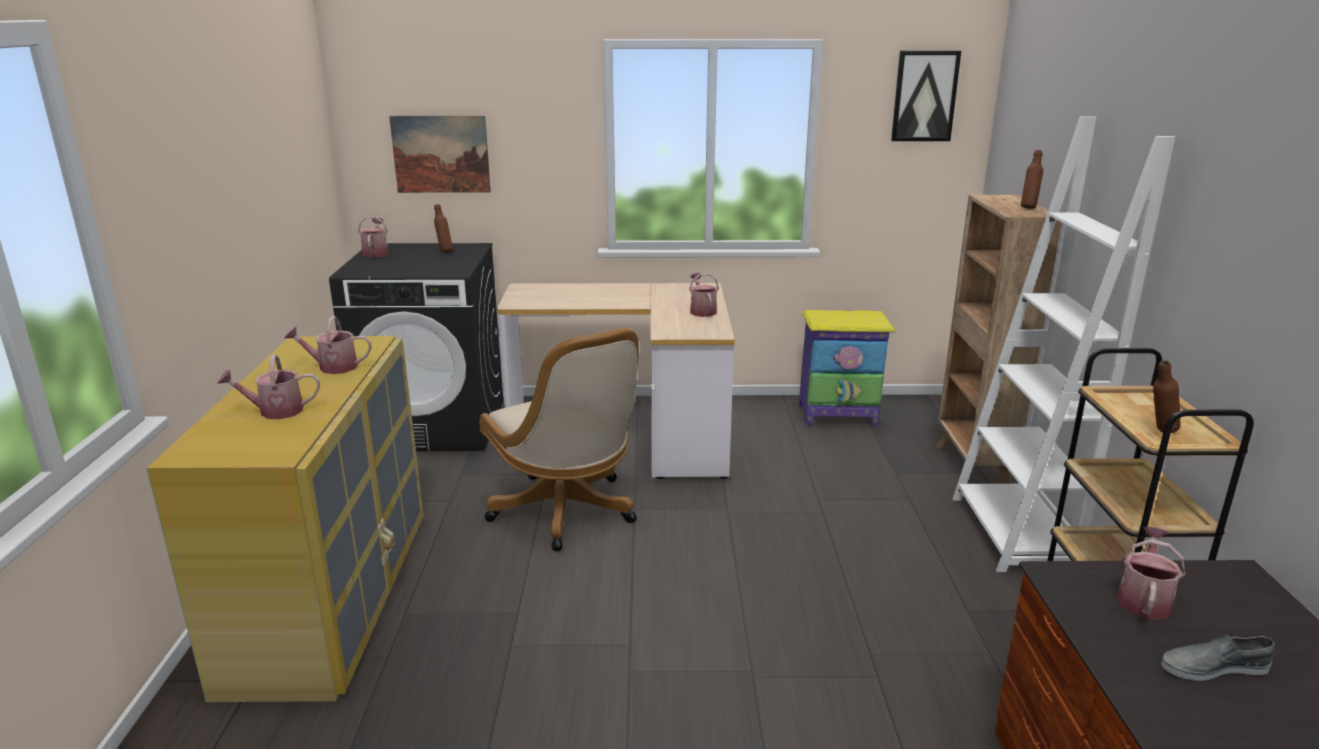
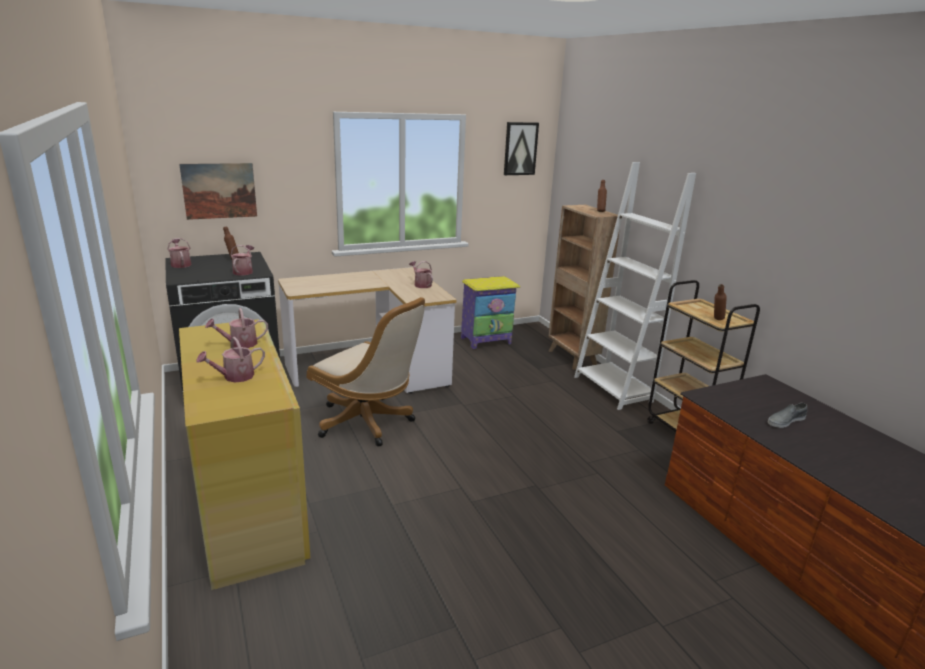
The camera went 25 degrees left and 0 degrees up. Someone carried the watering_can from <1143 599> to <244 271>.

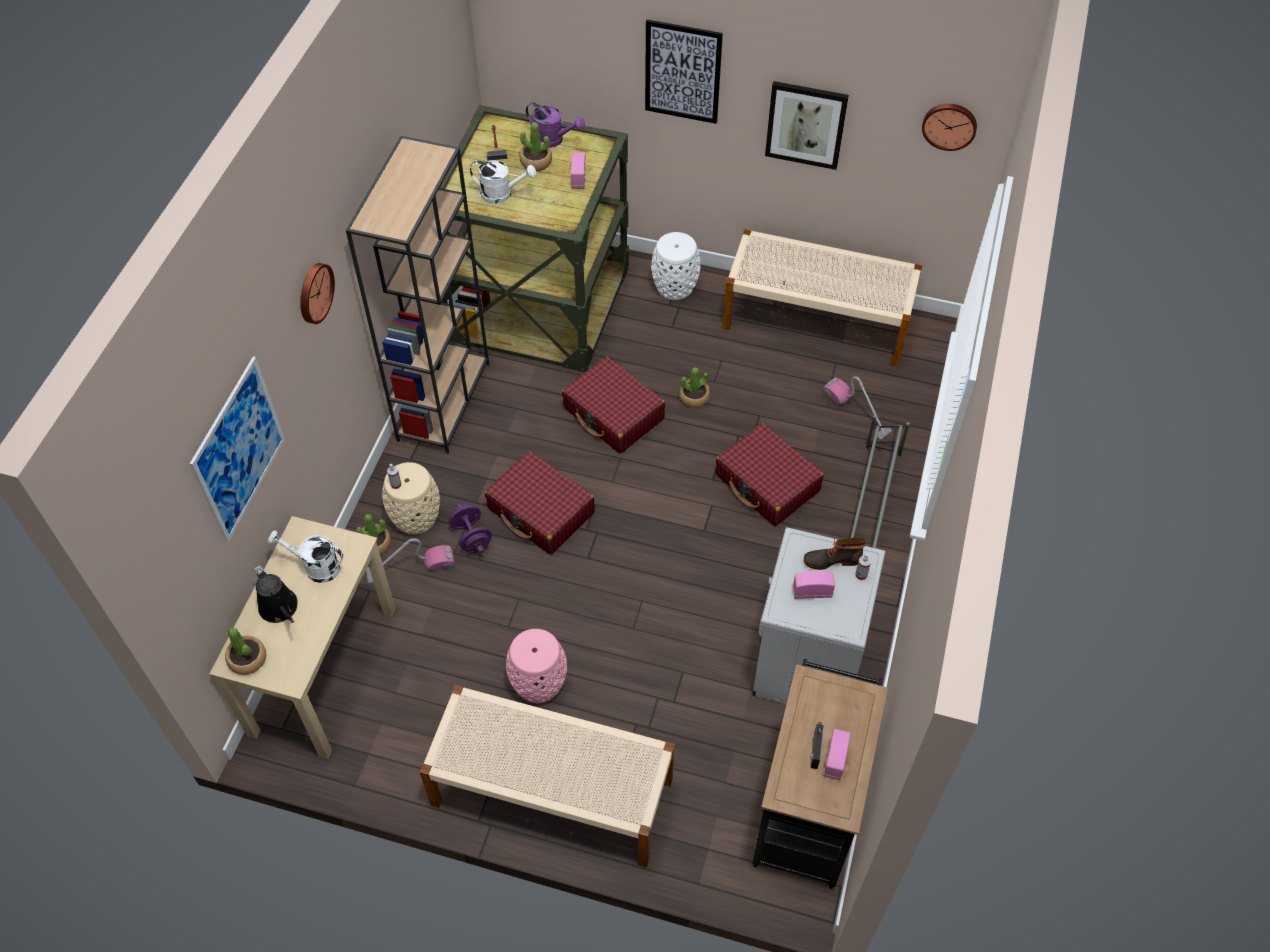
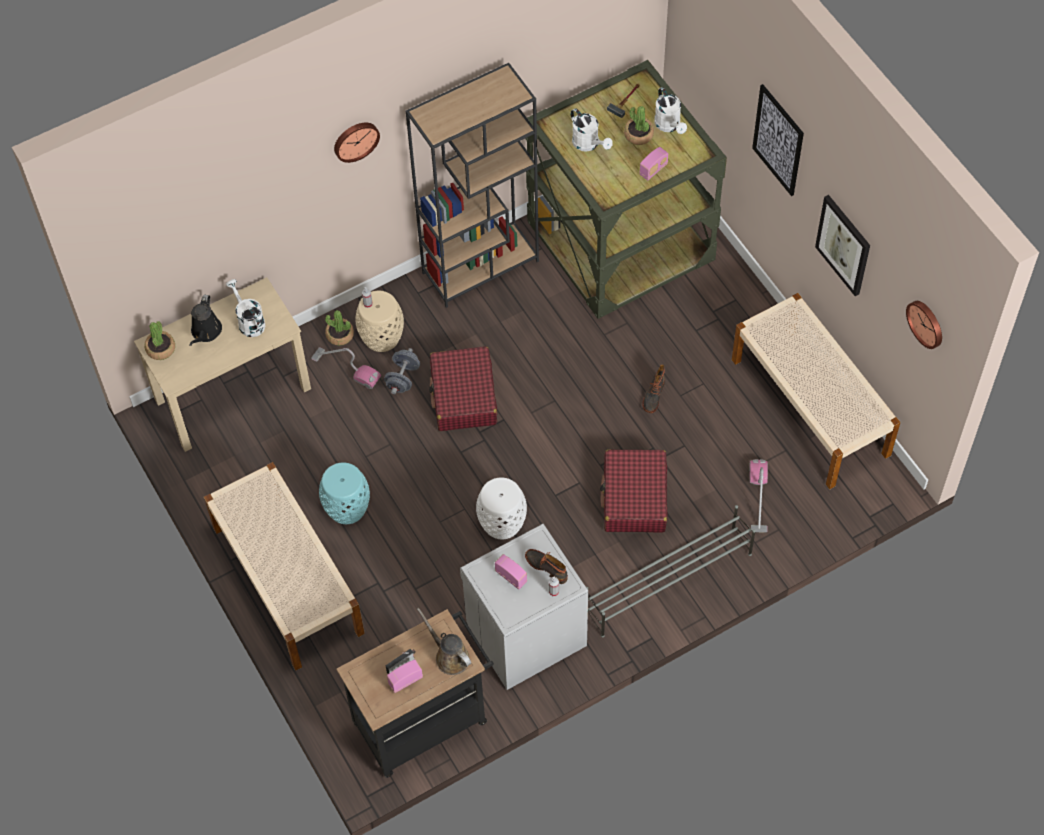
The camera went 45 degrees right and 5 degrees up. Someone took away the picture at <239 450>. Someone repainted the purple_dumbbell at <471 537>, which became the grey_dumbbell at <403 378>. Someone repainted the pink_stool at <538 683>, which became the turquoise_stool at <347 507>. Someone repainted the purple_watering_can at <553 140>, which became the white_watering_can at <669 126>. Someone took away the red_suitcase at <613 414>. Someone carried the white_stool from <675 286> to <502 522>. Someone swapped the potted_plant at <694 397> for the boot at <653 396>. Someone put down the brown_watering_can at <449 656>.

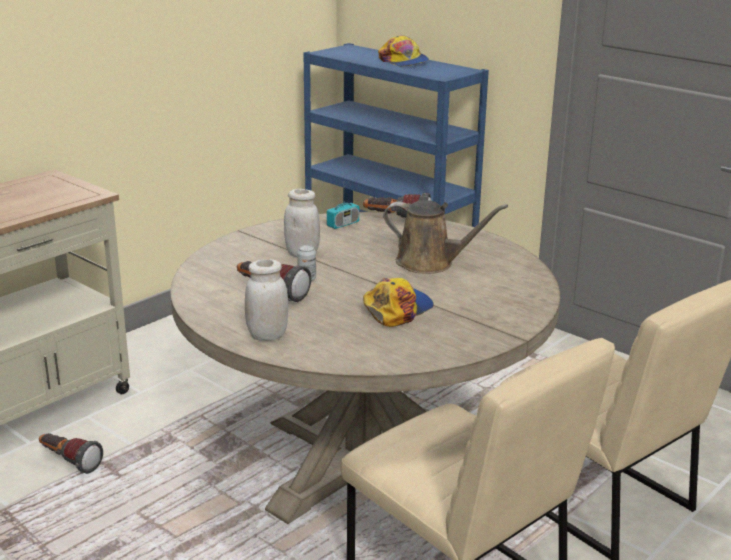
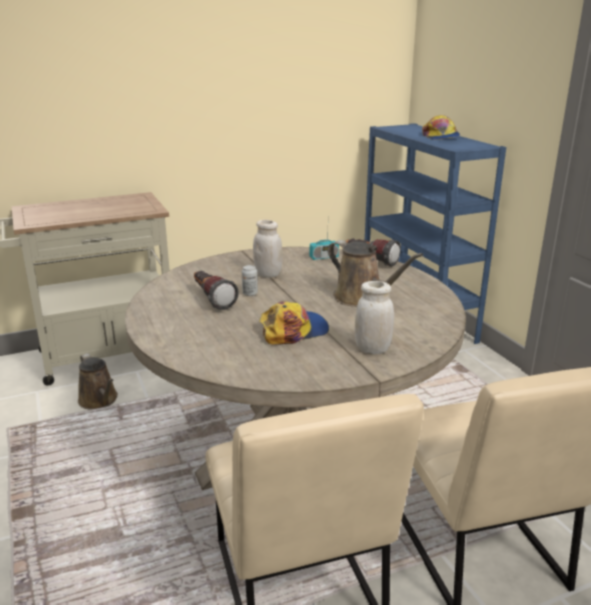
The camera went 25 degrees right and 0 degrees up. Someone swapped the flashlight at <69 462> for the brown_watering_can at <99 400>. Someone carried the white_jar from <267 335> to <372 349>.

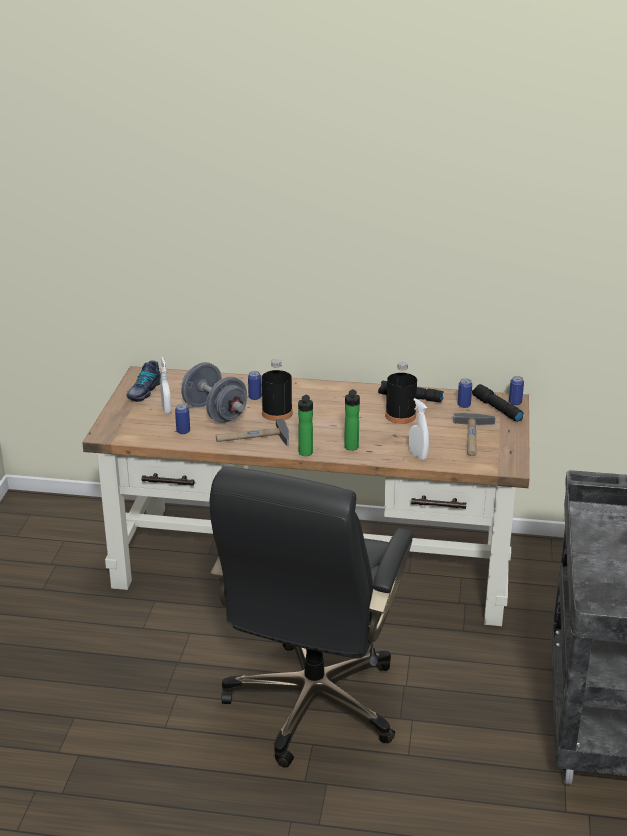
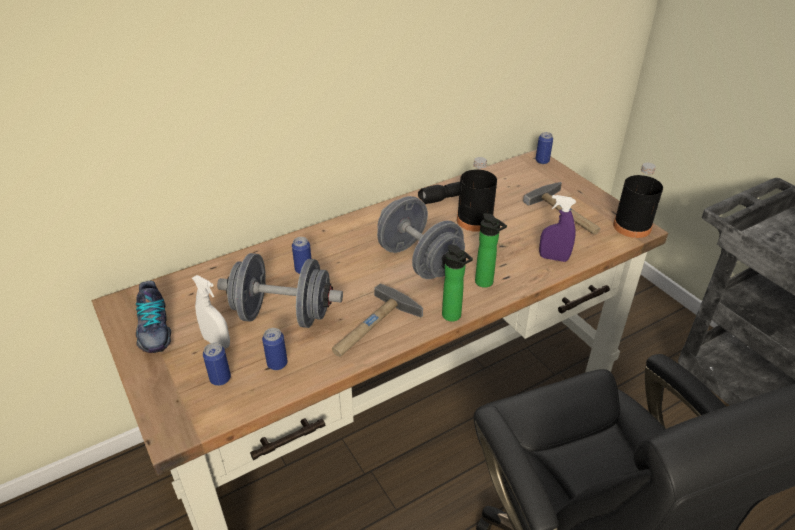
The camera went 40 degrees left and 10 degrees up. Someone carried the black_bottle from <277 413> to <632 226>. Someone repainted the white_spray_bottle at <418 455>, which became the purple_spray_bottle at <553 258>. Someone carried the can from <464 405> to <220 379>. Someone took away the black_flashlight at <496 409>. Someone put down the grey_dumbbell at <419 261>.

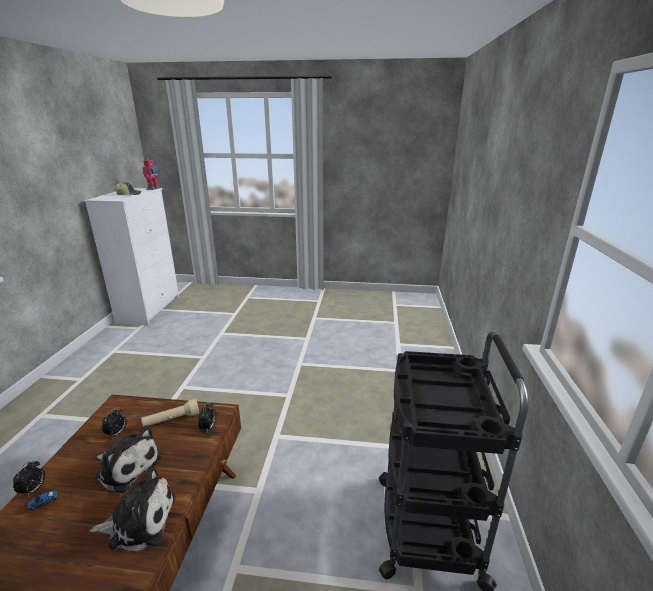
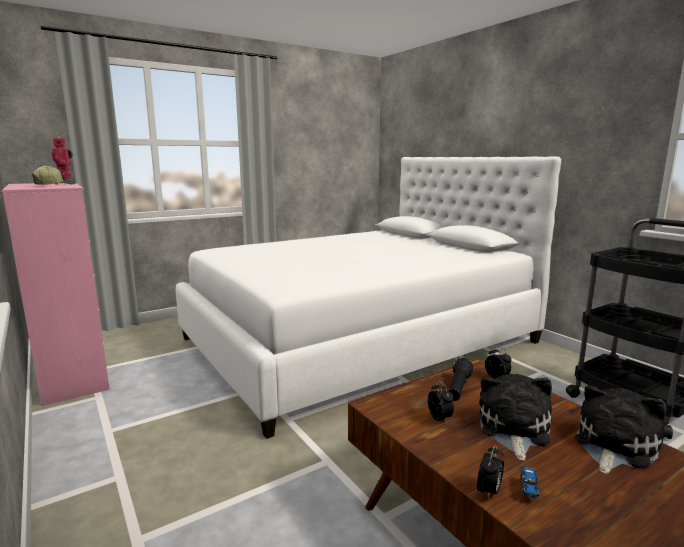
The camera went 40 degrees left and 10 degrees down. Someone rotated the alarm_clock at <34 489> by 60 degrees clockwise. Someone repainted the white_dresser at <150 309>, which became the pink_dresser at <74 375>. Someone rotated the plush_toy at <127 467> by 60 degrees counterclockwise. Someone repainted the beige_flashlight at <171 420>, which became the black_flashlight at <458 388>. Someone put down the white_bed at <360 340>.

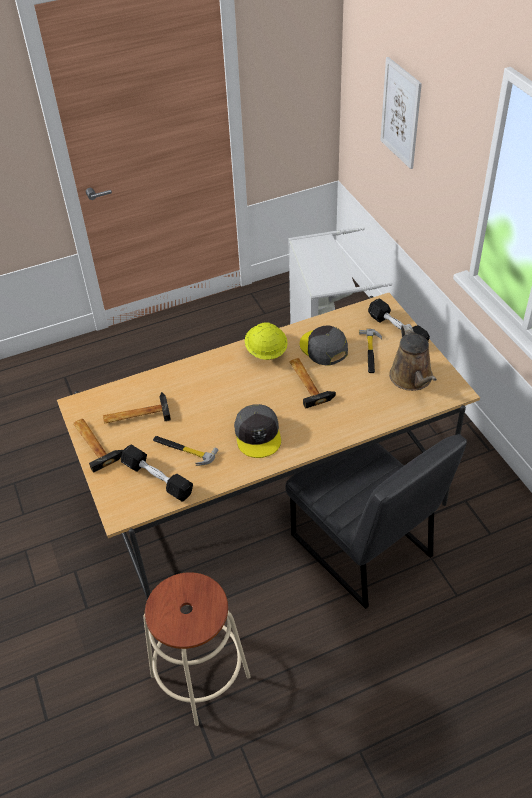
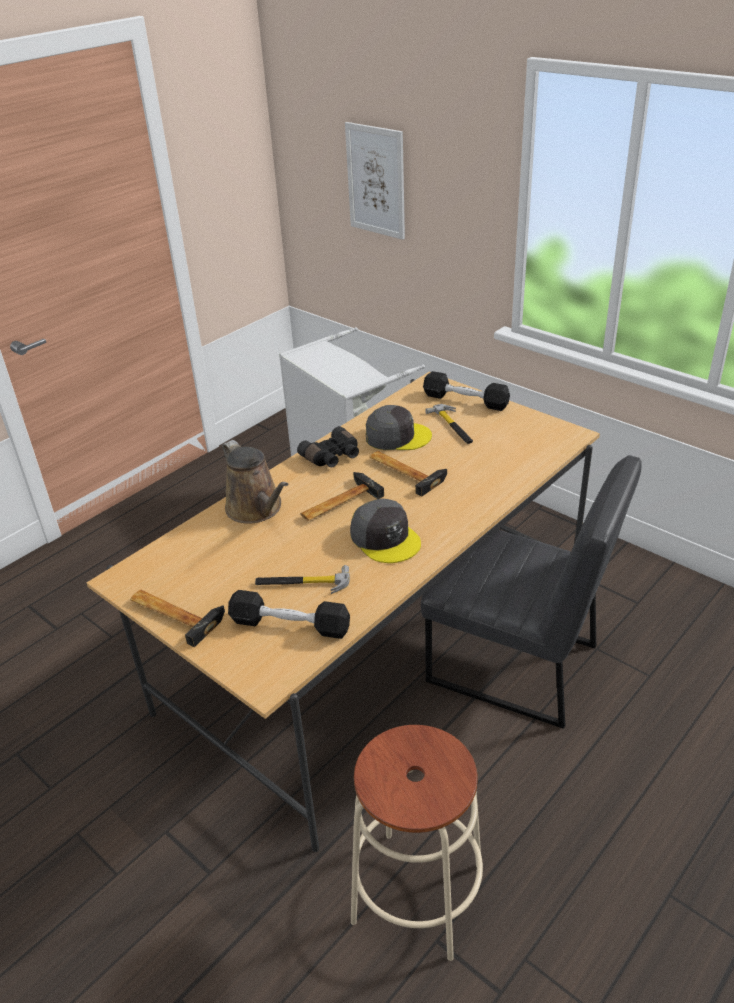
The camera went 25 degrees left and 10 degrees down. Someone carried the hammer from <136 414> to <337 503>. Someone swapped the yellow_hard_hat at <266 351> for the black_binoculars at <332 457>. Someone rotated the grey_cap at <323 348> by 150 degrees clockwise. Someone carried the brown_watering_can from <412 379> to <257 509>.

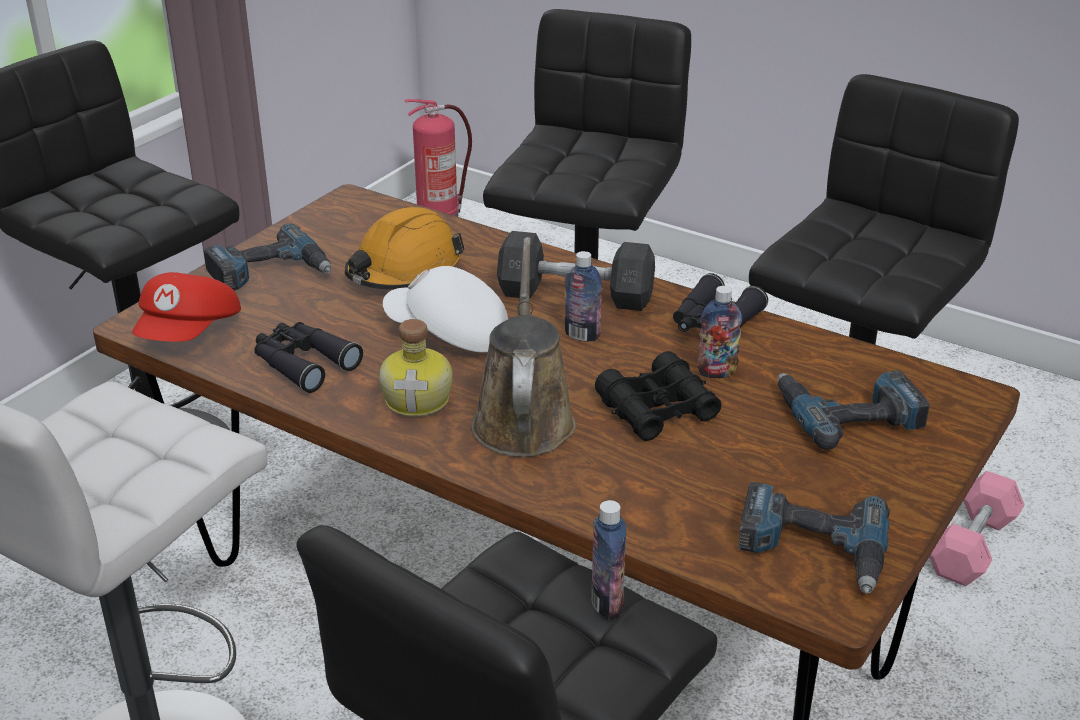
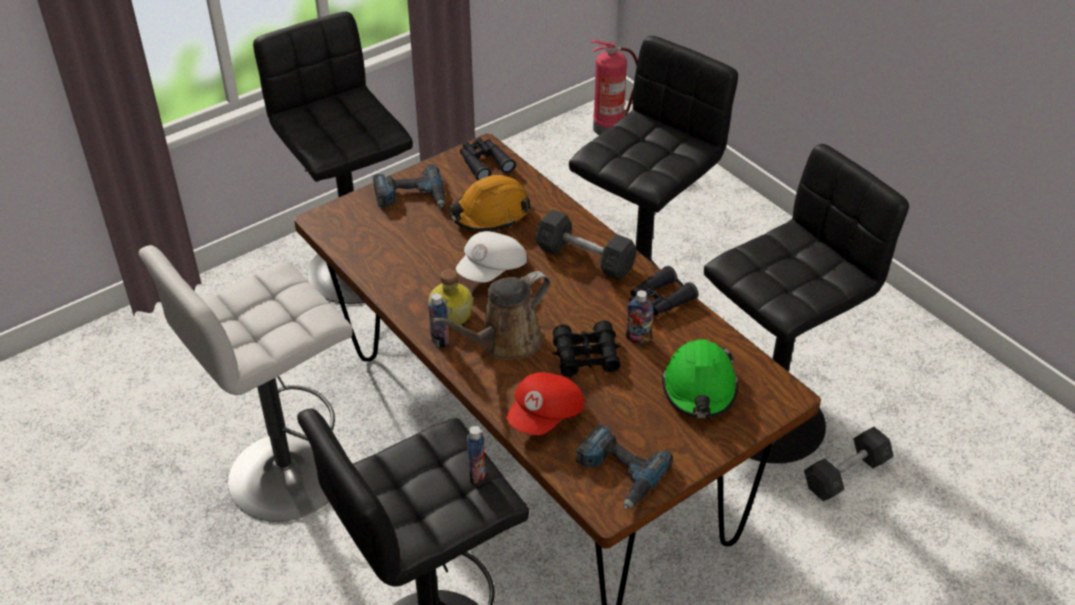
The camera went 20 degrees right and 10 degrees up. Someone carried the red_cap from <190 333> to <546 416>. Someone carried the black_binoculars from <303 363> to <484 163>. Someone rotated the white_cap at <448 335> by 90 degrees counterclockwise. Someone rotated the brown_watering_can at <523 418> by 150 degrees counterclockwise. Someone carried the bottle from <582 335> to <440 341>. Someone swapped the power_drill at <848 414> for the green_hard_hat at <699 389>. Someone repainted the pink_dumbbell at <972 546>, which became the grey_dumbbell at <846 474>.

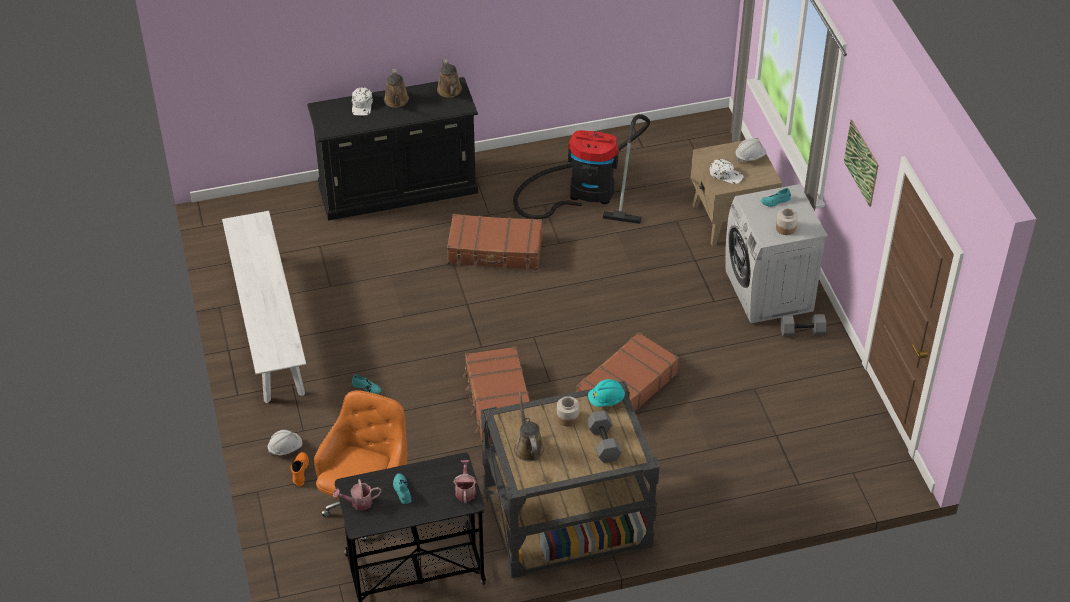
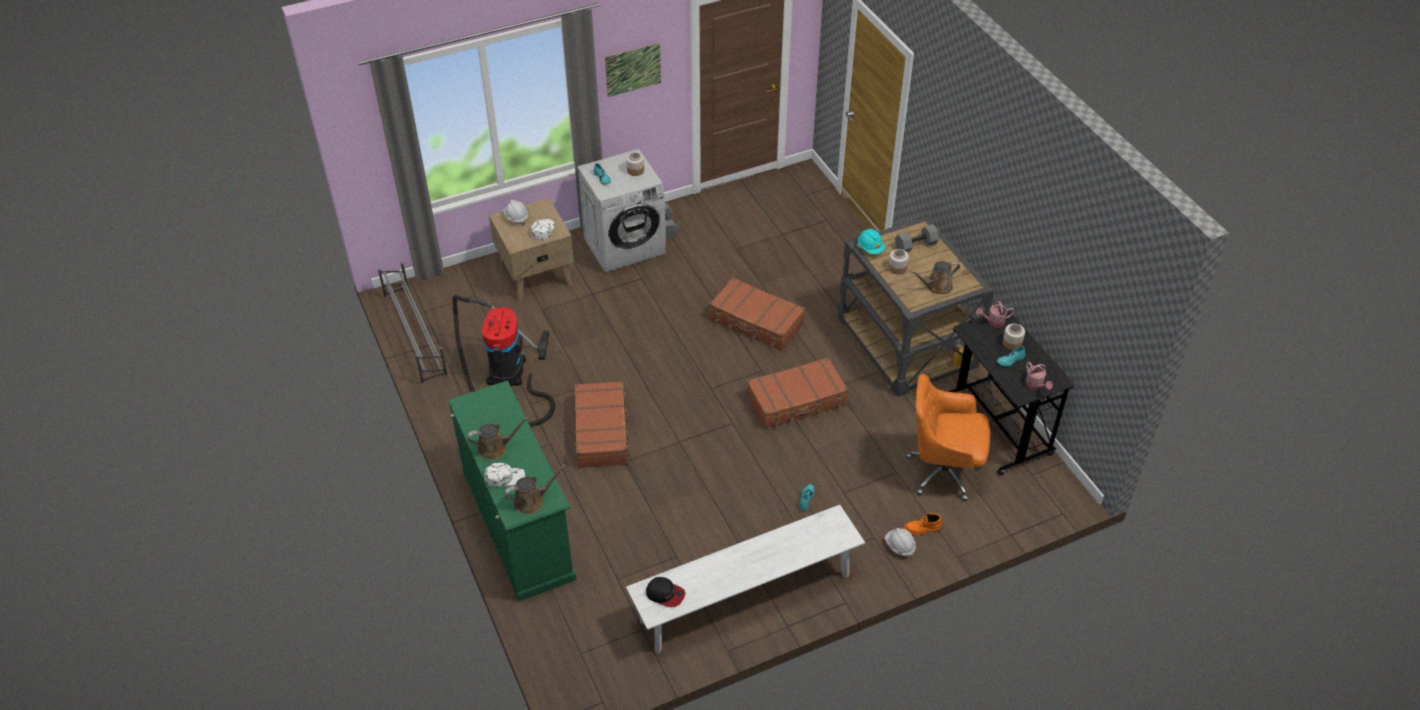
The camera went 100 degrees left and 0 degrees up. Someone repainted the black_cabinet at <398 189>, which became the green_cabinet at <518 526>. Someone carried the brown_watering_can from <450 91> to <532 501>. Someone put down the grey_shoe_rack at <415 335>. Someone put down the cap at <665 594>. Someone put down the jar at <1012 343>.

